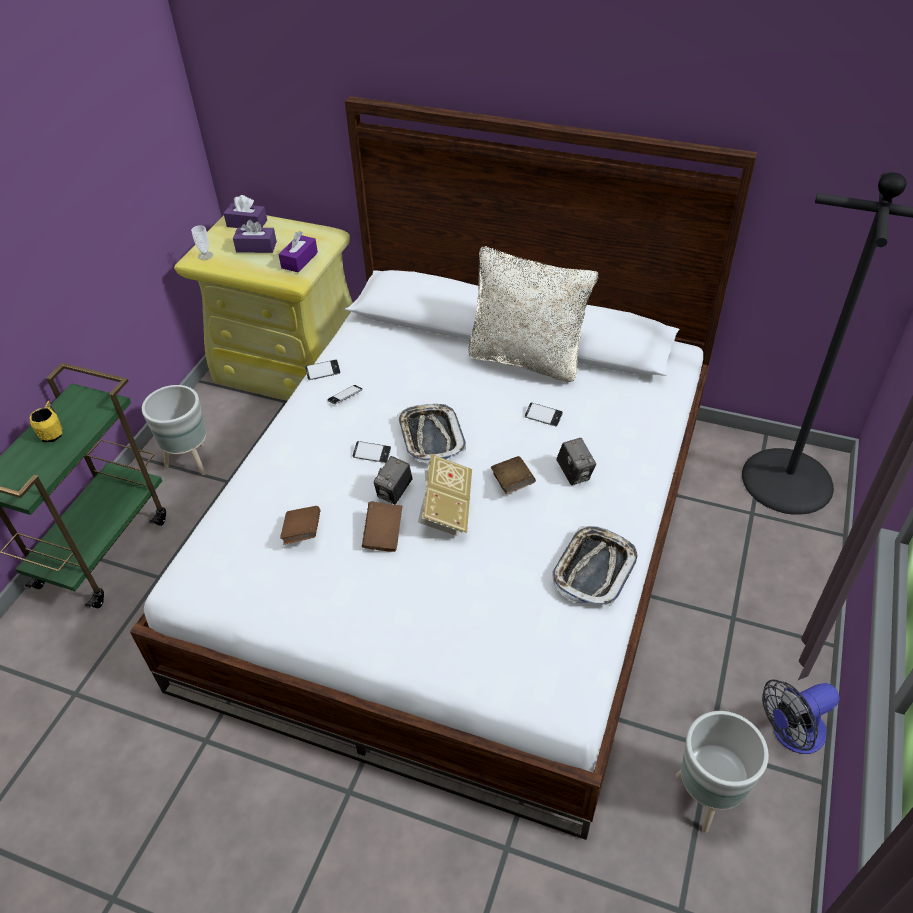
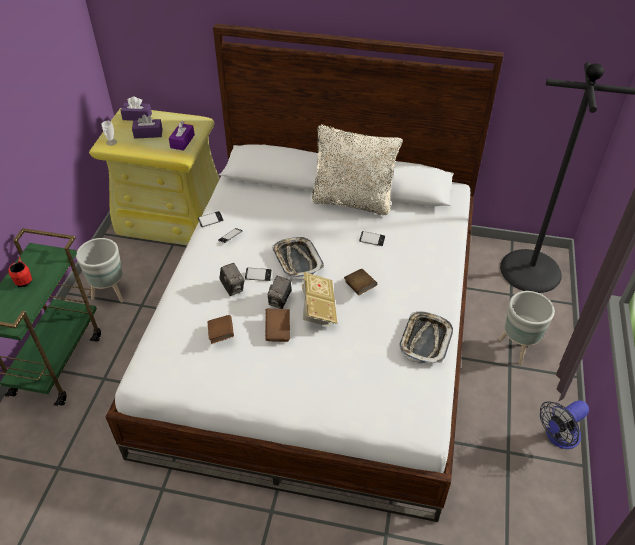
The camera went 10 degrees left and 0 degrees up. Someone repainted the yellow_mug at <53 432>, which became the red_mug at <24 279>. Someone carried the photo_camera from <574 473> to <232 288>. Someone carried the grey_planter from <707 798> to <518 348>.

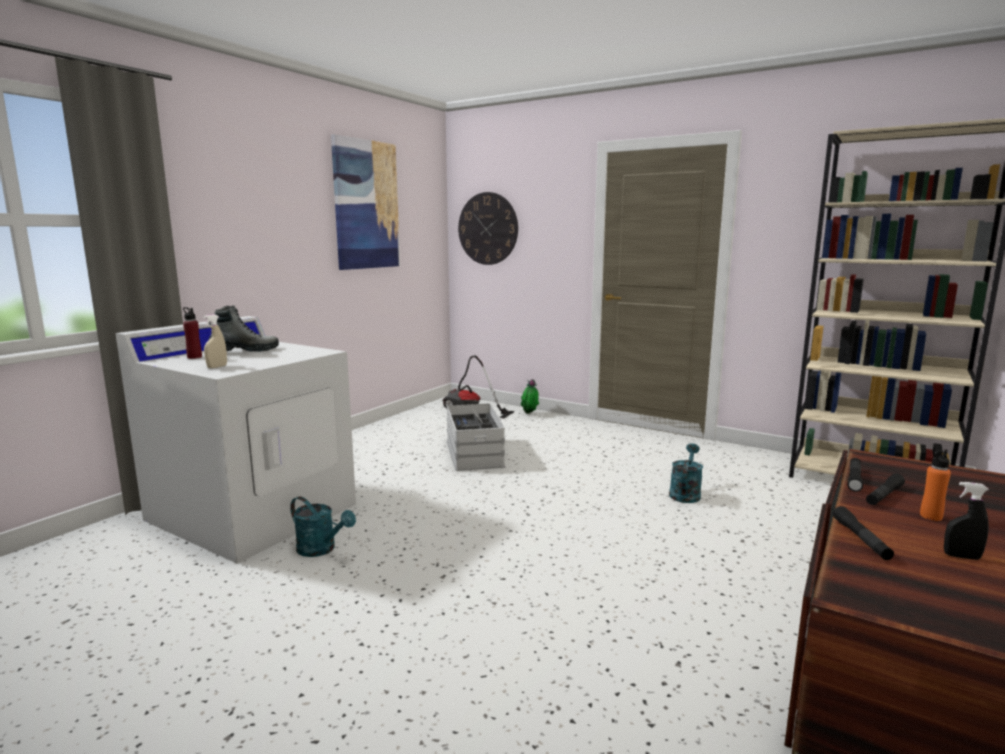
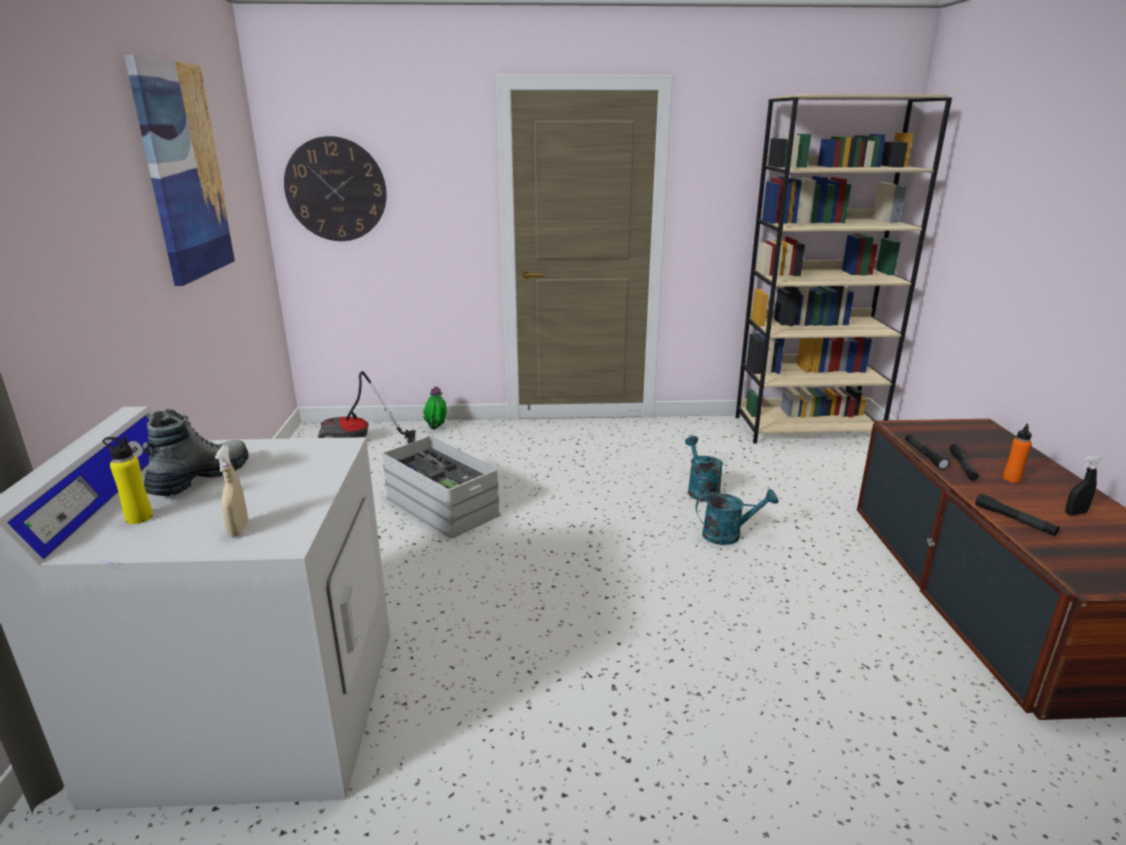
The camera went 35 degrees left and 10 degrees up. Someone repainted the red_bottle at <194 357>, which became the yellow_bottle at <139 517>. Someone carried the turquoise_watering_can from <321 549> to <728 534>.

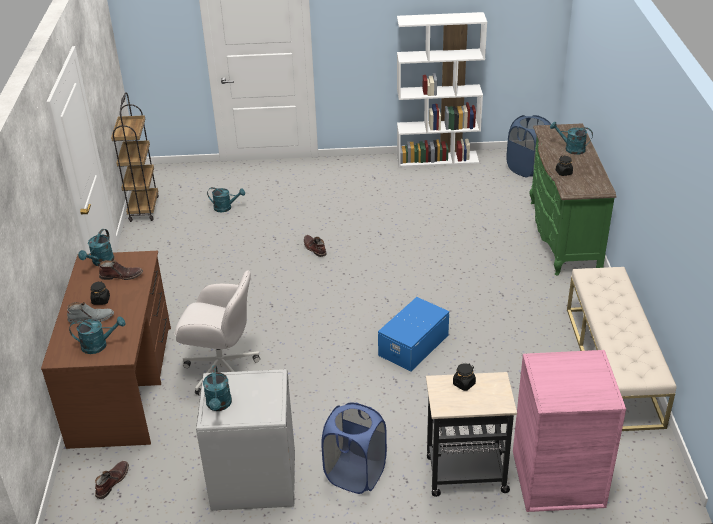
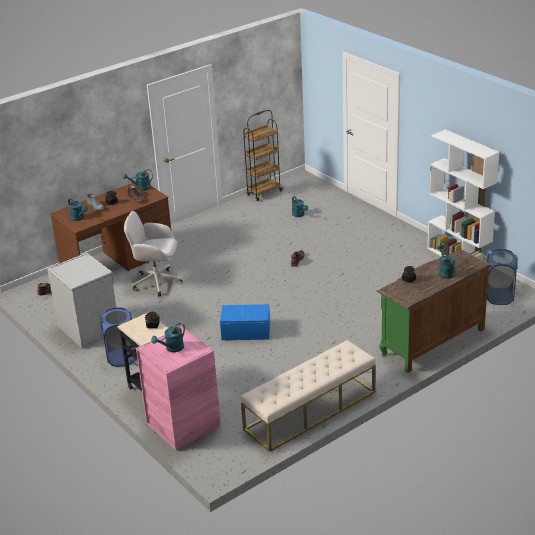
The camera went 55 degrees right and 5 degrees down. Someone rotated the white_office_chair at <221 371> by 120 degrees clockwise. Someone carried the turquoise_watering_can from <219 405> to <172 348>.

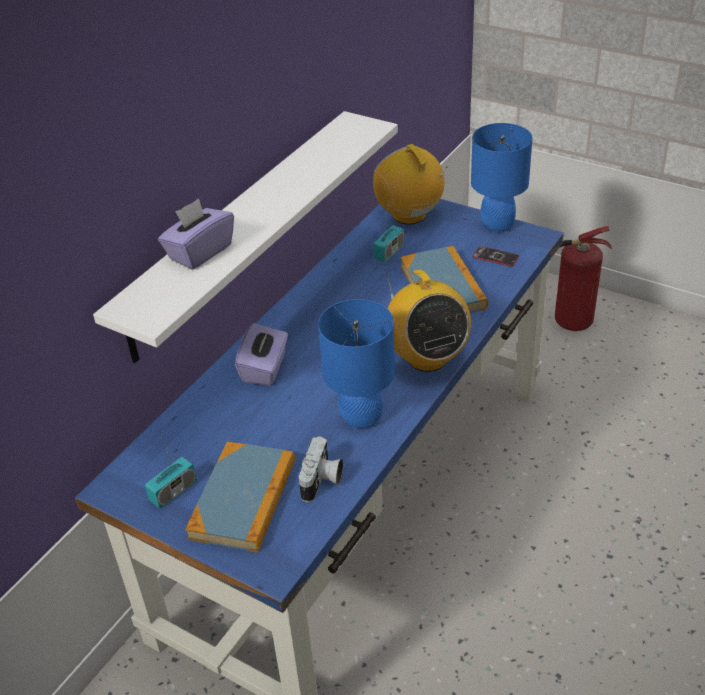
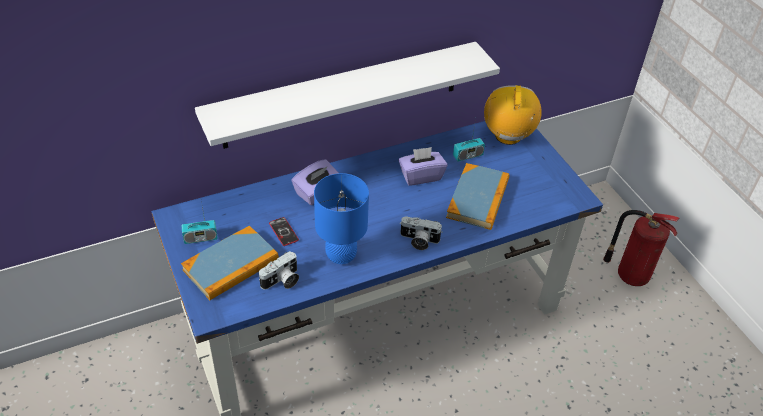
The camera went 30 degrees right and 5 degrees up. Someone carried the purple_tissue_box from <200 252> to <421 176>. Someone swapped the radio at <427 358> for the photo_camera at <418 241>. Someone took away the blue_table_lamp at <498 225>. Someone carried the phone from <495 257> to <283 232>.

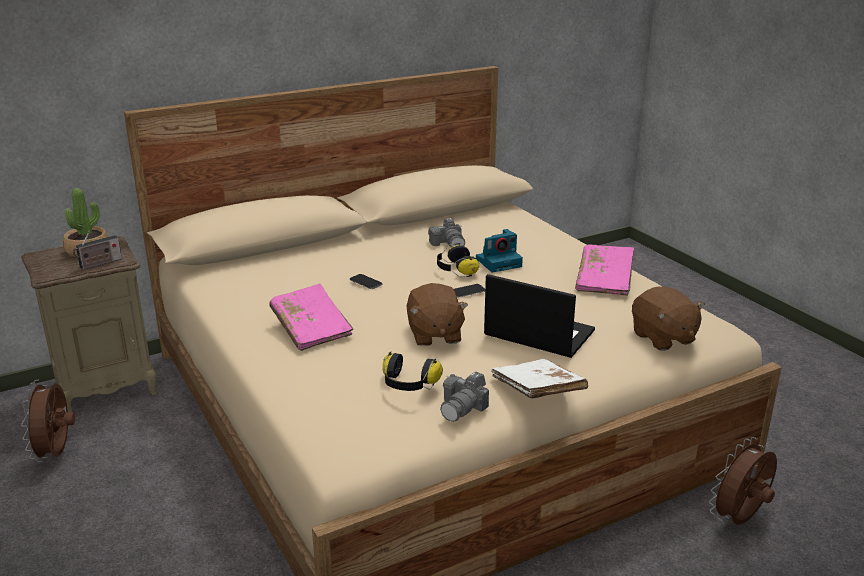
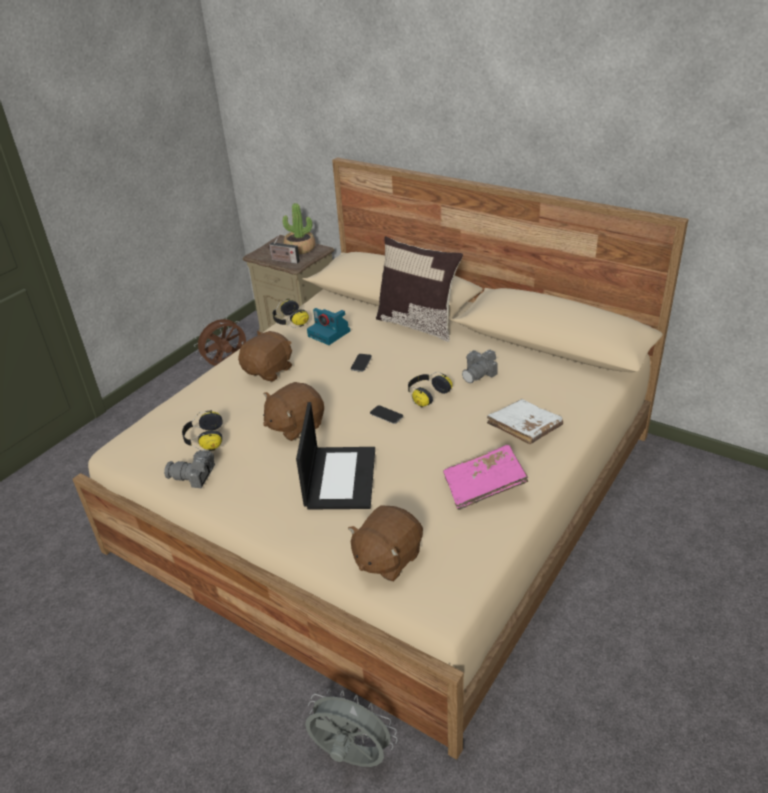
The camera went 65 degrees right and 10 degrees up. Someone swapped the pink_book at <311 329> for the brown_plush_toy at <269 371>. Someone carried the photo_camera from <499 262> to <330 334>. Someone carried the white_book from <537 392> to <524 431>. Someone repainted the brown_fan at <739 520>, which became the grey_fan at <351 757>. Someone put down the headphones at <289 321>. Someone put down the pillow at <418 325>.

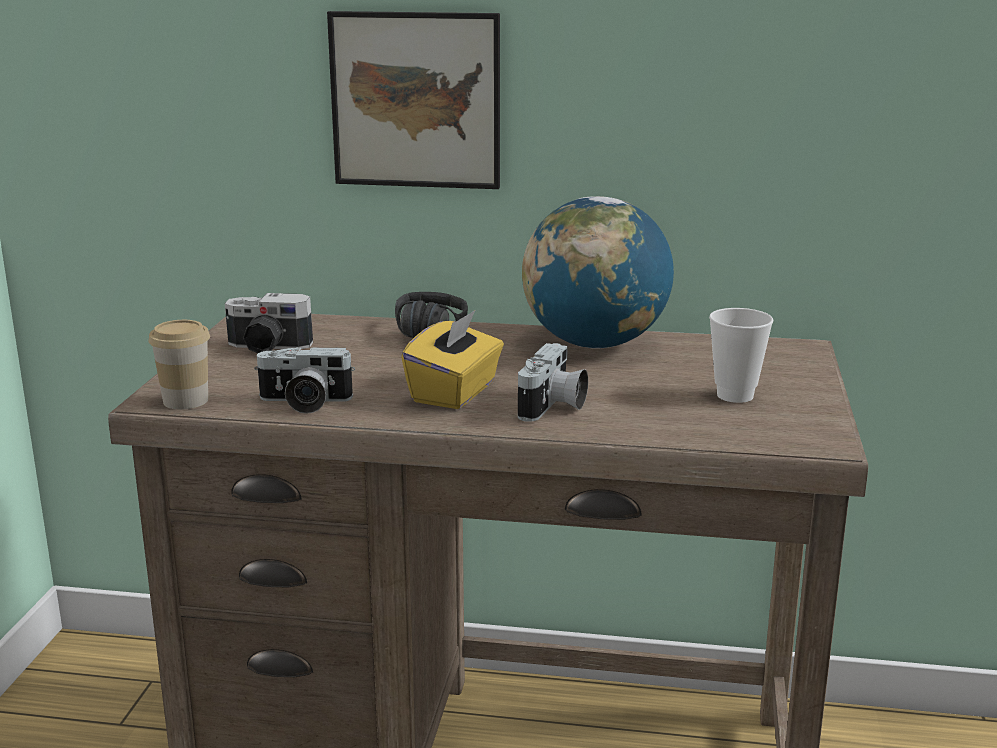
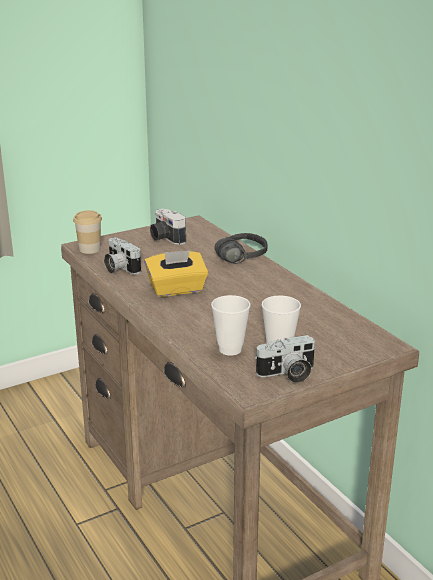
The camera went 50 degrees right and 5 degrees up. Someone took away the picture at <415 100>. Someone carried the photo_camera from <553 407> to <287 374>. Someone took away the globe at <595 344>. Someone put down the cup at <230 349>.

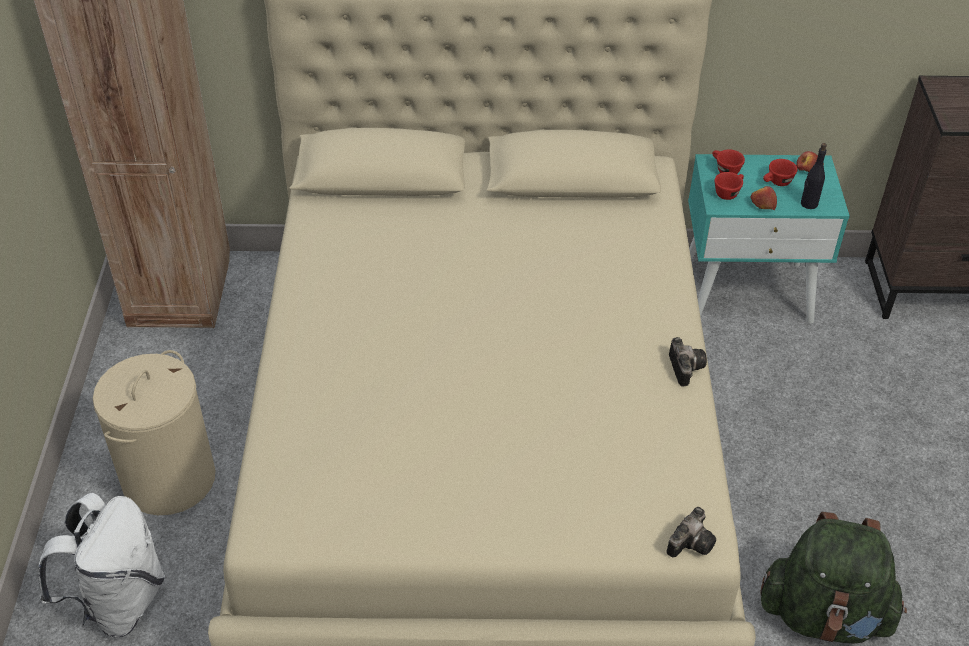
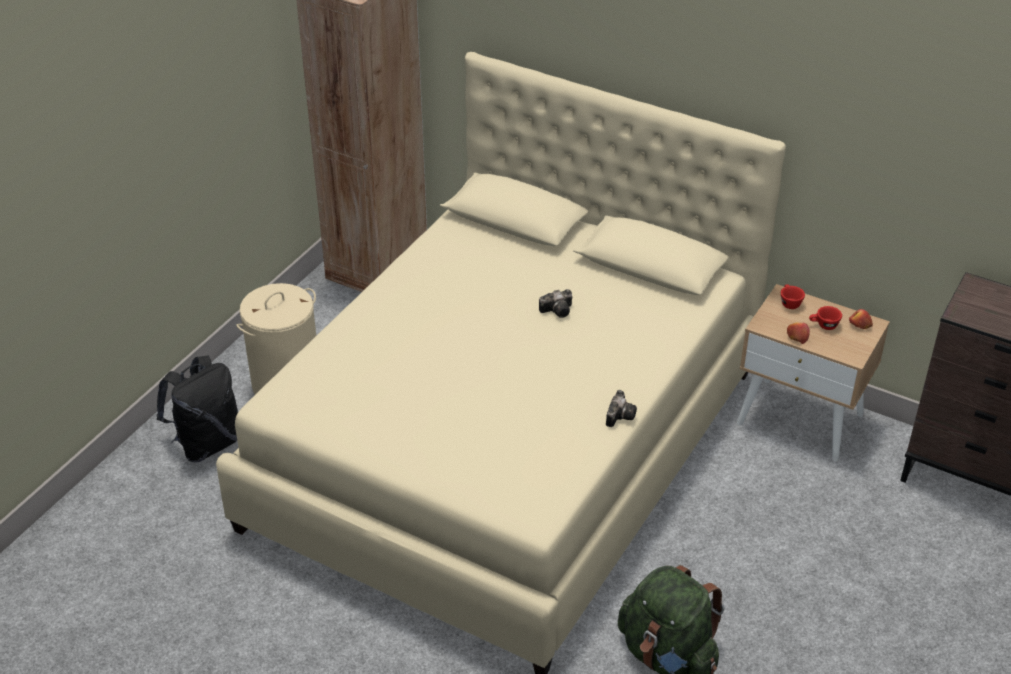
The camera went 30 degrees right and 5 degrees down. Someone repainted the white_backpack at <119 602>, which became the black_backpack at <207 443>. Someone carried the photo_camera from <691 541> to <558 310>. Someone repainted the turquoise_nightstand at <748 291>, which became the beige_nightstand at <801 419>. Someone took away the red_cup at <728 192>. Someone took away the black_bottle at <808 203>.

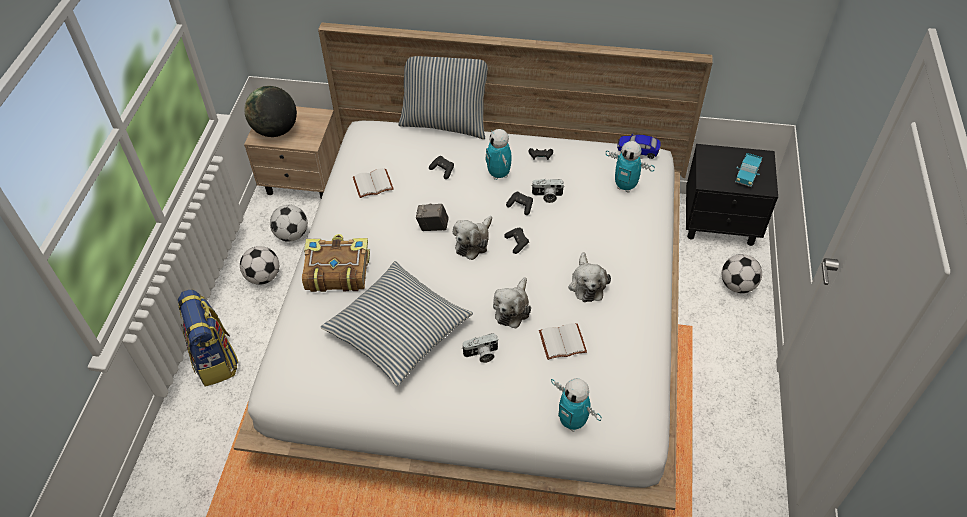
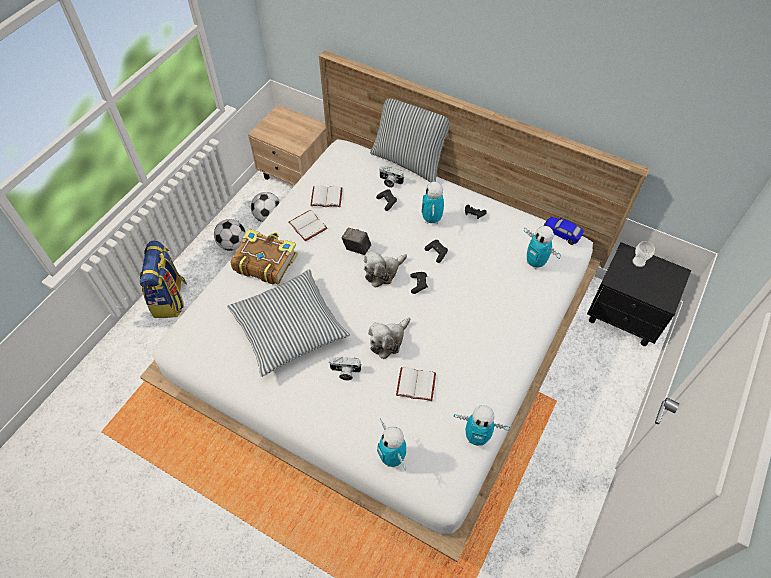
The camera went 20 degrees right and 5 degrees up. Someone took away the globe at <276 130>. Someone carried the photo_camera from <547 196> to <390 181>. Someone took away the plush_toy at <587 284>. Someone took away the football at <737 285>. Someone took away the toy_truck at <747 175>. Someone put down the white_book at <309 226>. Someone put down the toy_robot at <477 437>. Someone put down the cup at <638 262>.

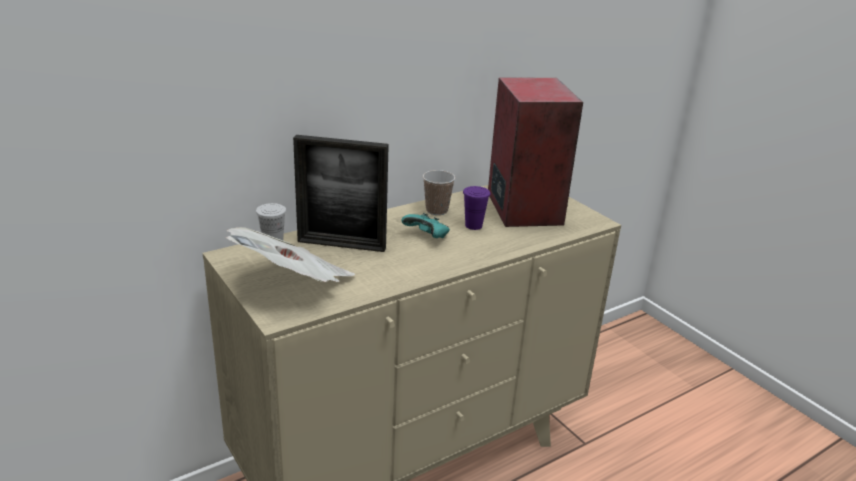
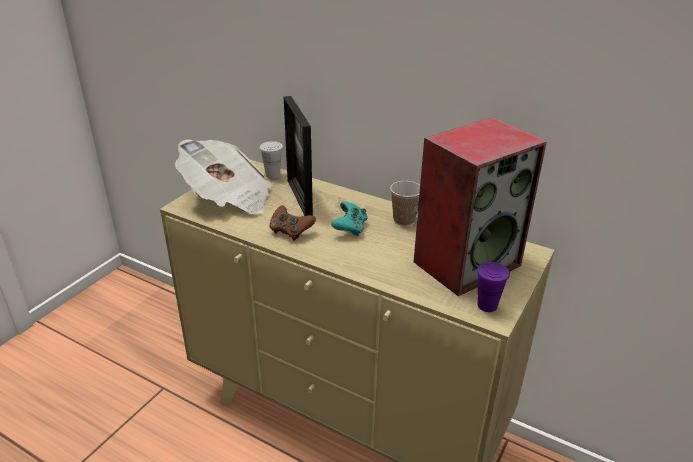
The camera went 65 degrees right and 5 degrees up. Someone carried the purple_cup from <473 225> to <487 305>. Someone put down the brown_game_controller at <290 232>.

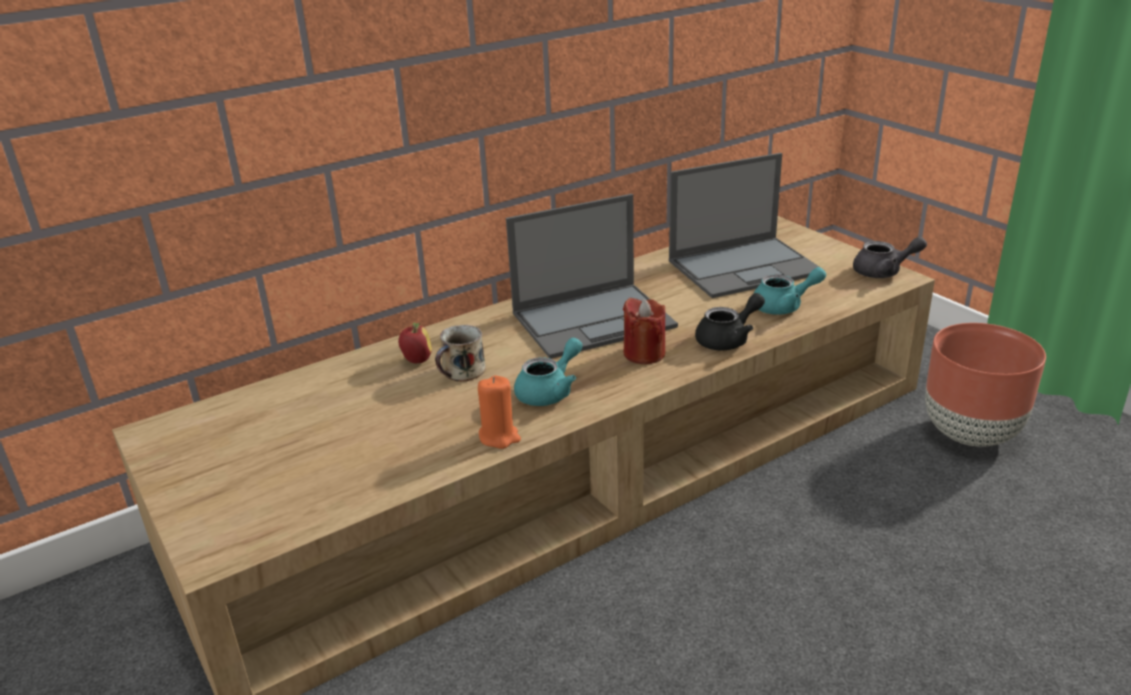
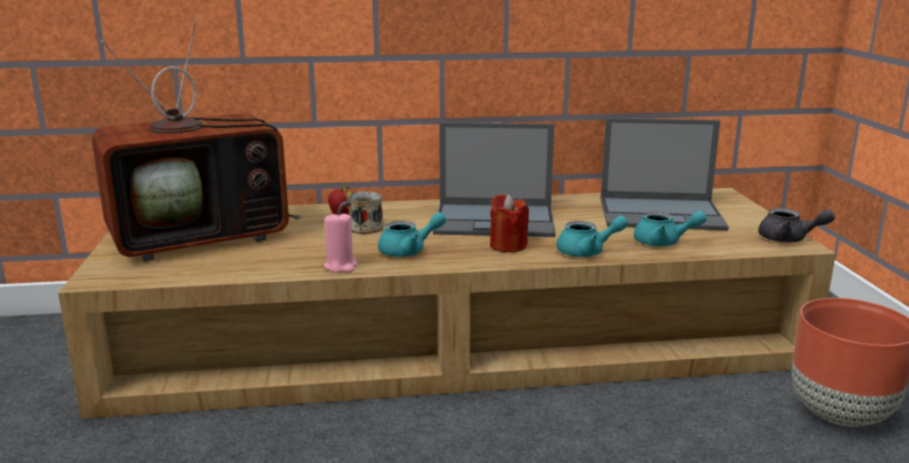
The camera went 25 degrees right and 10 degrees down. Someone repainted the orange_candle at <499 437>, which became the pink_candle at <341 266>. Someone repainted the black_teapot at <728 339>, which became the turquoise_teapot at <587 252>. Someone put down the television at <203 237>.

